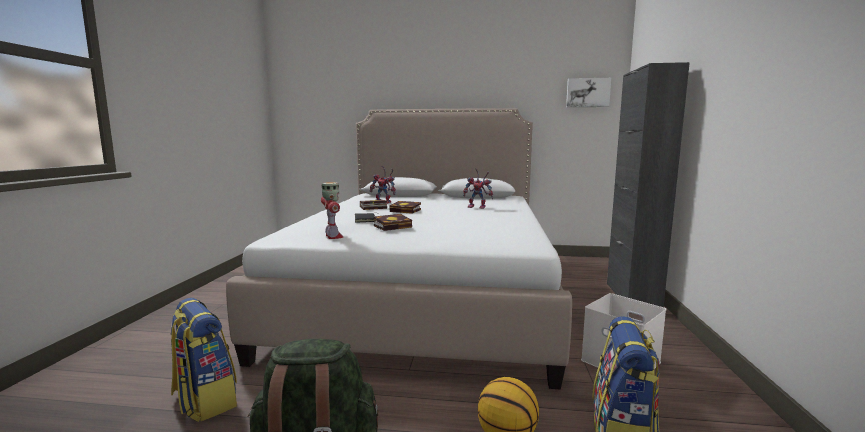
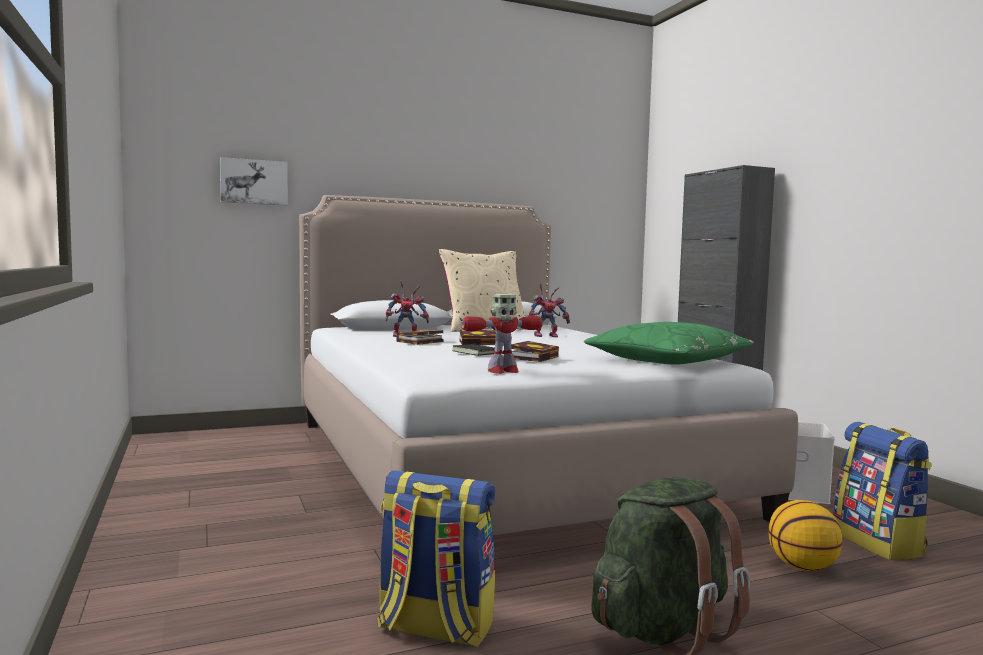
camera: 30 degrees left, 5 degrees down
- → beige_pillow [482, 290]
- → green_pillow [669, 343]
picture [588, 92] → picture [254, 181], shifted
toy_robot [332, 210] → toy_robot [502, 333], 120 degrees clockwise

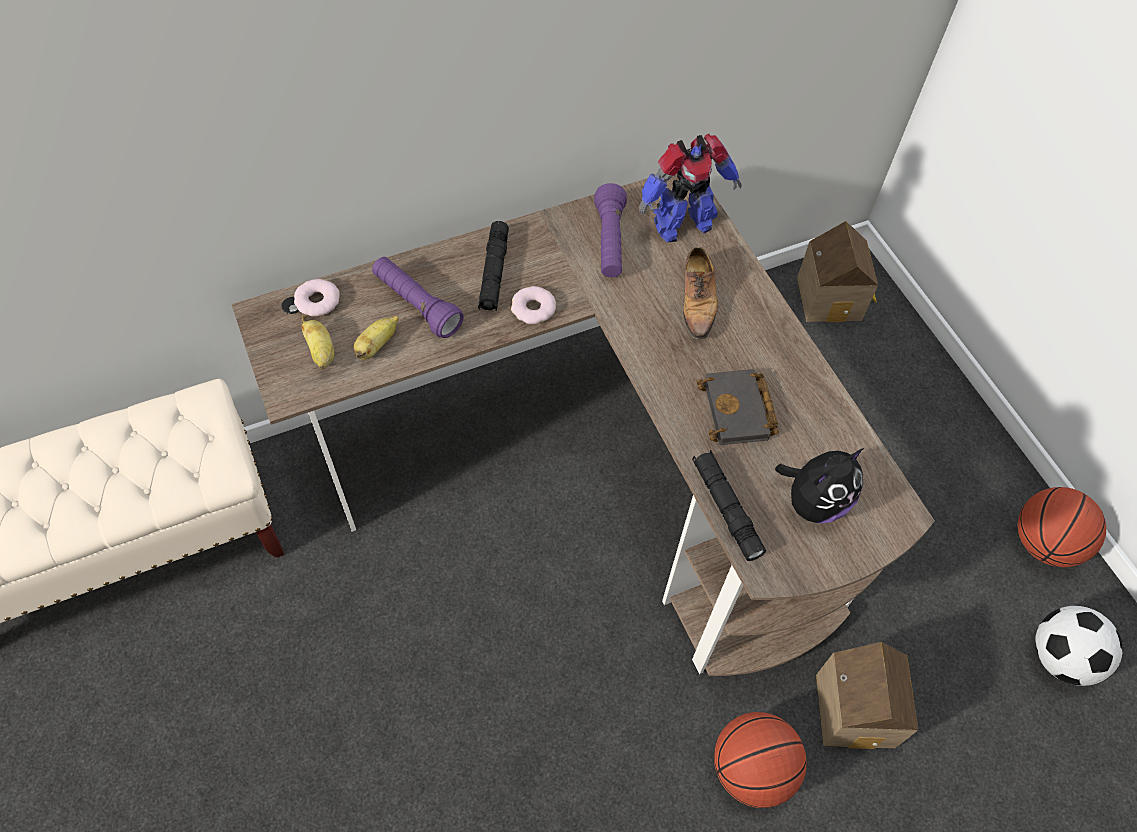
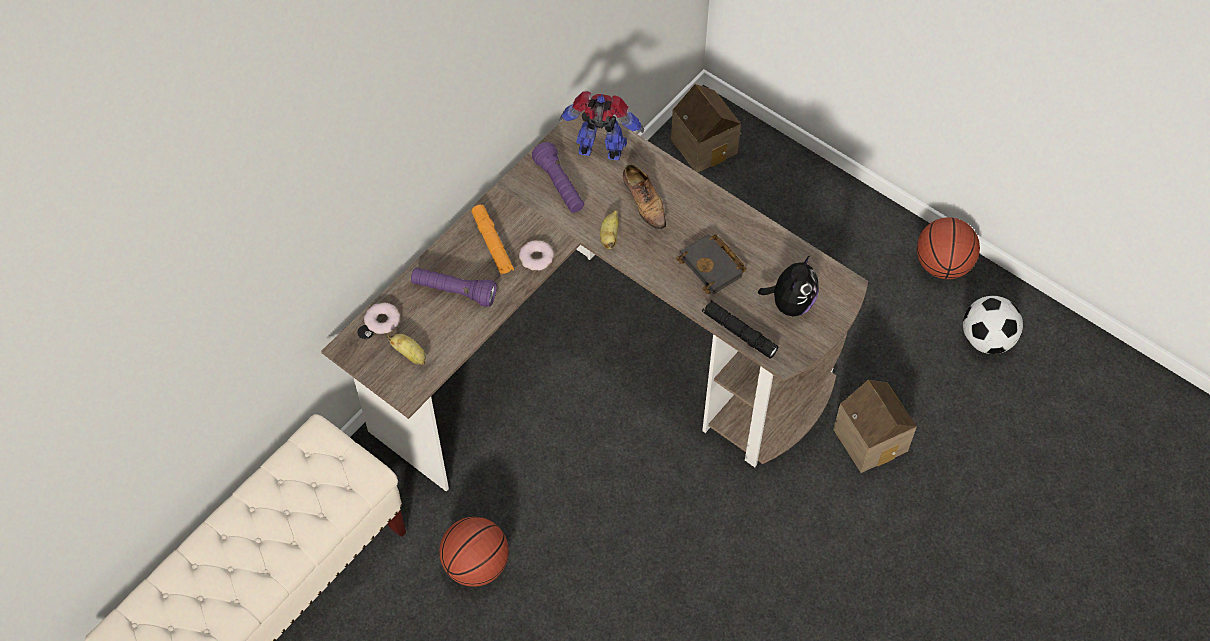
camera: 25 degrees left, 0 degrees up
banana [376, 338] → banana [609, 229], shifted
basketball [760, 760] → basketball [474, 552], shifted
black_flashlight [493, 265] → orange_flashlight [492, 240]
toy_robot [690, 188] → toy_robot [602, 125], 120 degrees counterclockwise

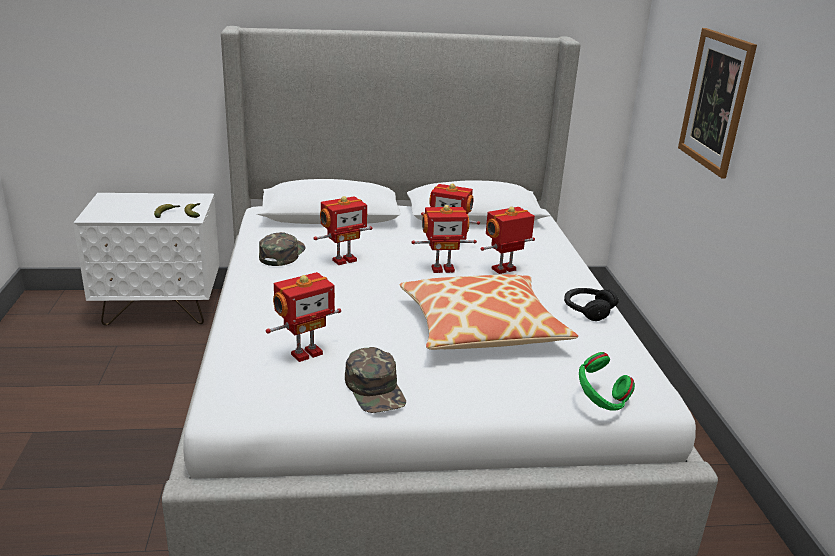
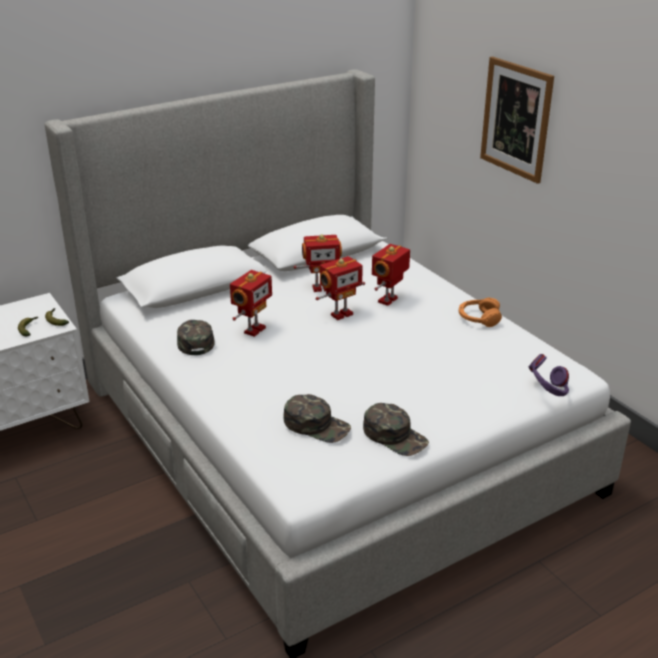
camera: 25 degrees left, 5 degrees up
pillow [489, 312] → -
toy_robot [303, 317] → green_cap [317, 418]
black_headphones [591, 304] → orange_headphones [480, 312]
green_headphones [607, 381] → purple_headphones [549, 375]

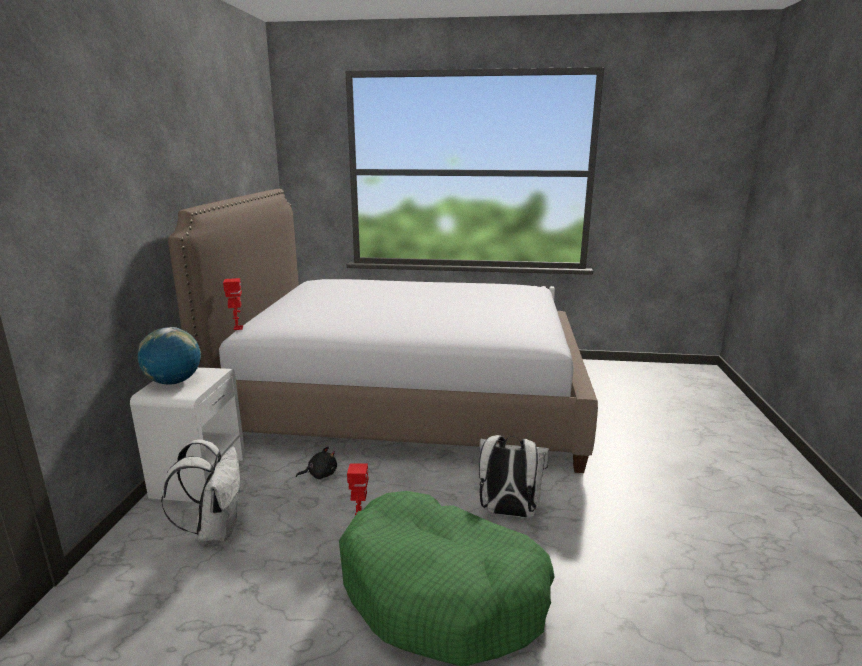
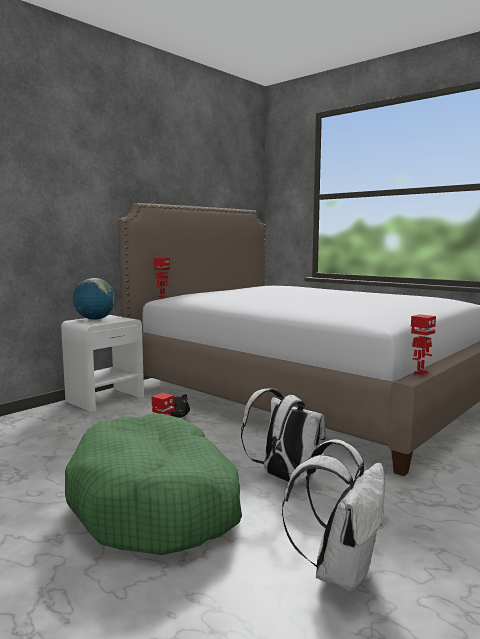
camera: 35 degrees right, 10 degrees down
- → toy_robot [423, 344]
white_backpack [201, 490] → white_backpack [333, 515], shifted

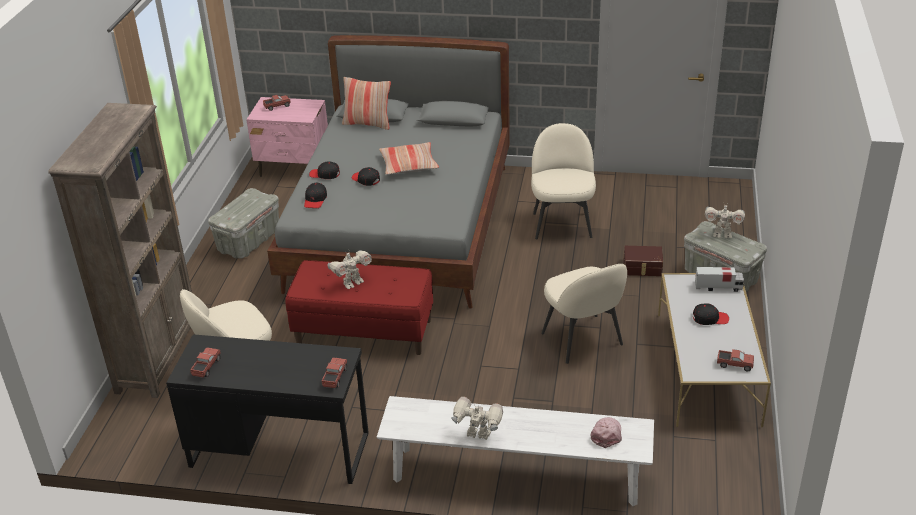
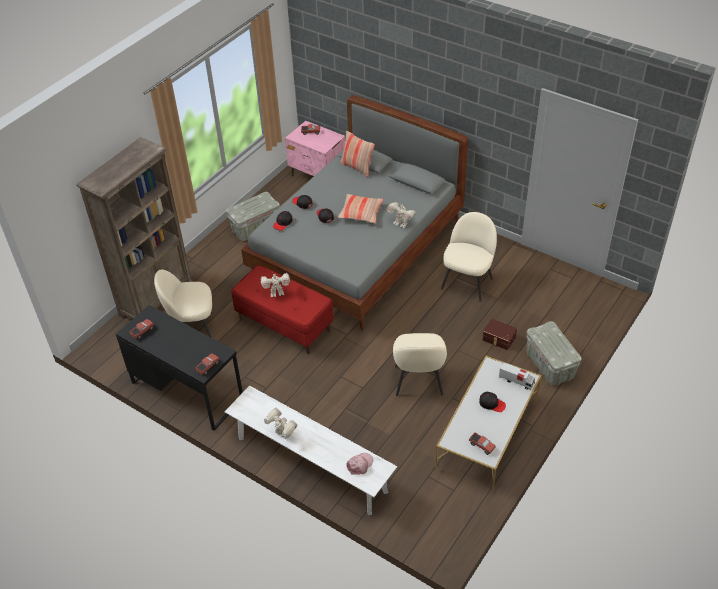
camera: 25 degrees right, 10 degrees up
toy_robot [725, 221] → toy_robot [401, 215], shifted

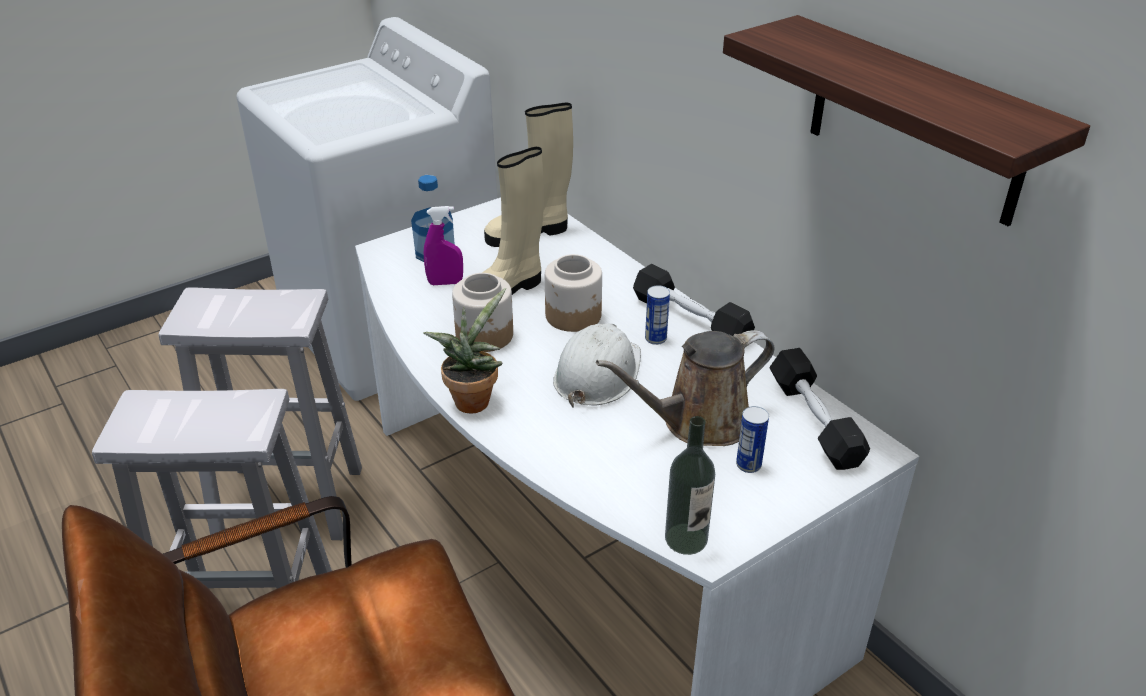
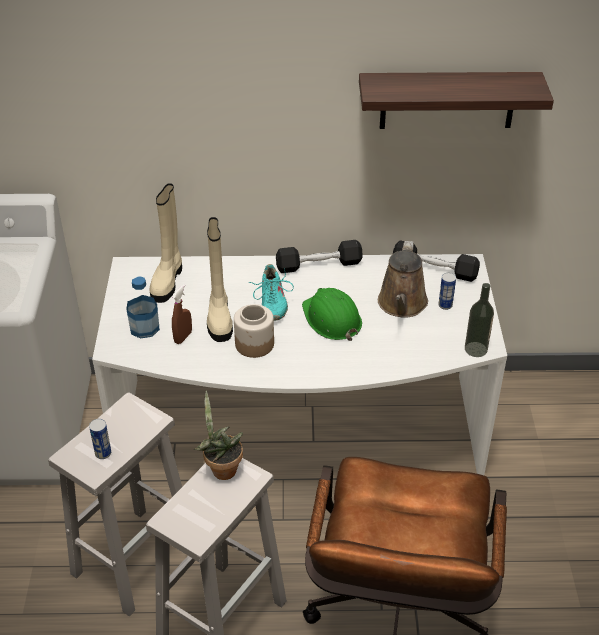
camera: 55 degrees left, 5 degrees up
potted_plant [464, 351] → potted_plant [218, 435], shifted
can [657, 315] → can [100, 439], shifted
jar [573, 293] → turquoise_shoe [271, 292]
purple_spray_bottle [443, 245] → brown_spray_bottle [182, 314]
white_hard_hat [597, 366] → green_hard_hat [332, 314]

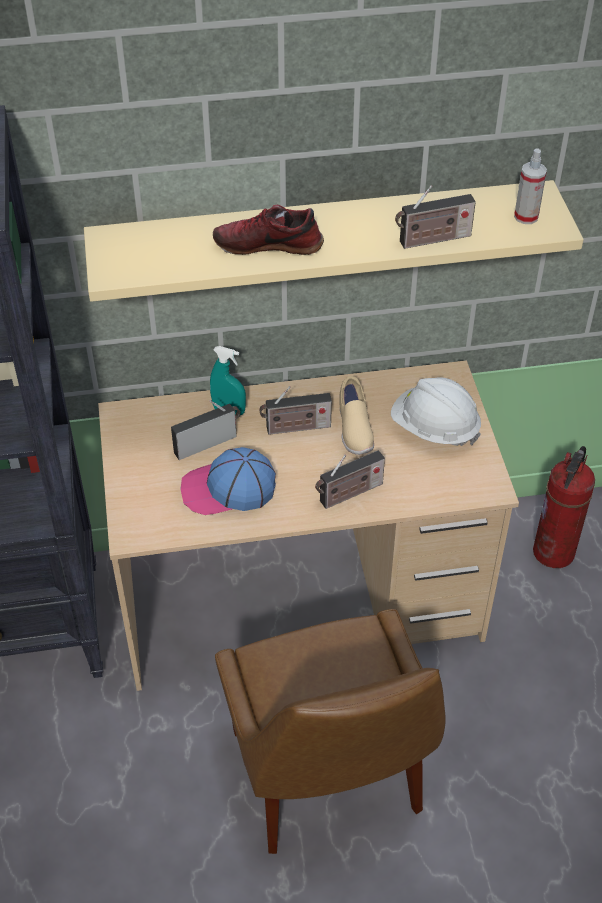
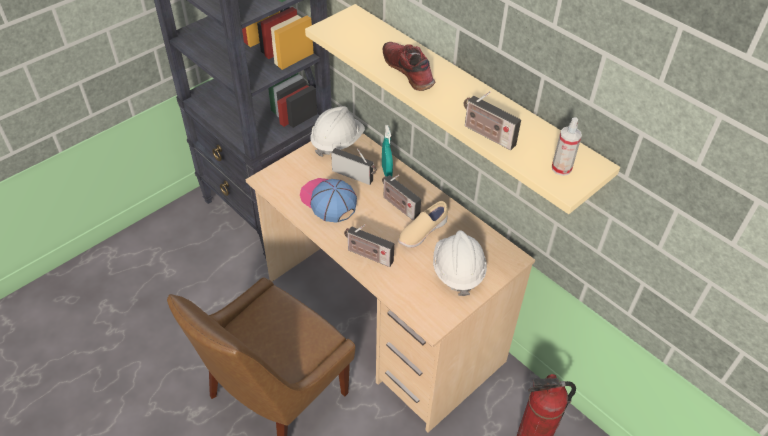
camera: 55 degrees right, 0 degrees up
- → white_hard_hat [337, 131]

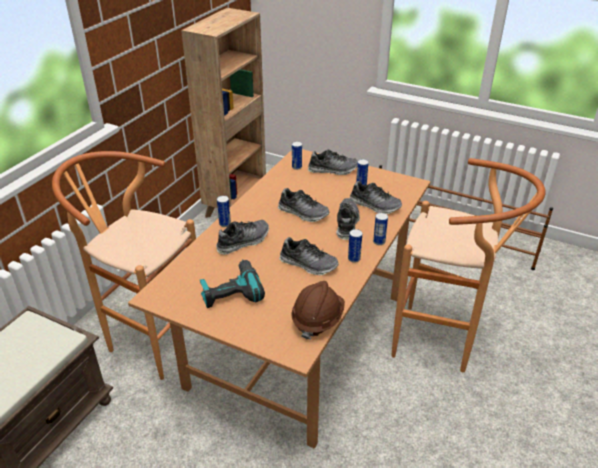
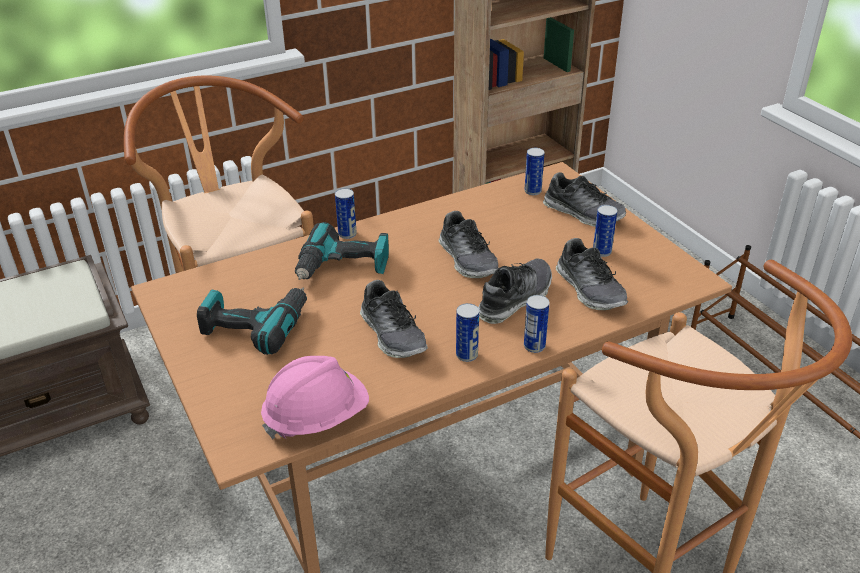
camera: 35 degrees right, 0 degrees up
shoe [242, 237] → power_drill [342, 251]
brown_hard_hat [318, 310] → pink_hard_hat [315, 397]

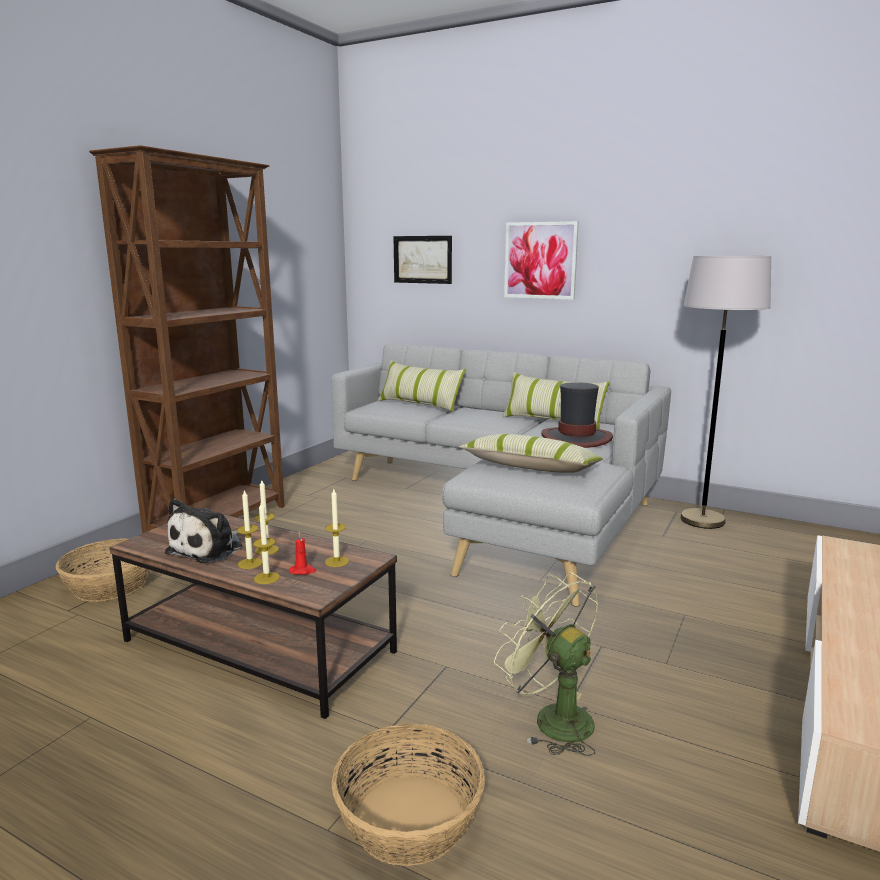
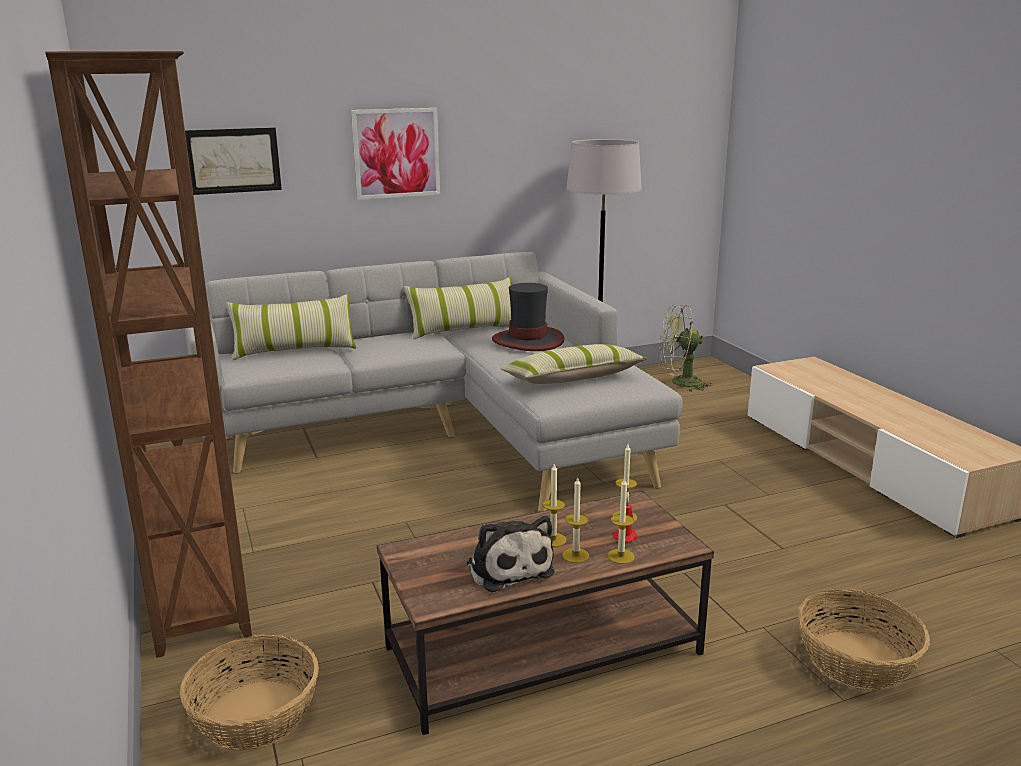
camera: 50 degrees left, 5 degrees up
green_fan [546, 664] → green_fan [686, 348], shifted

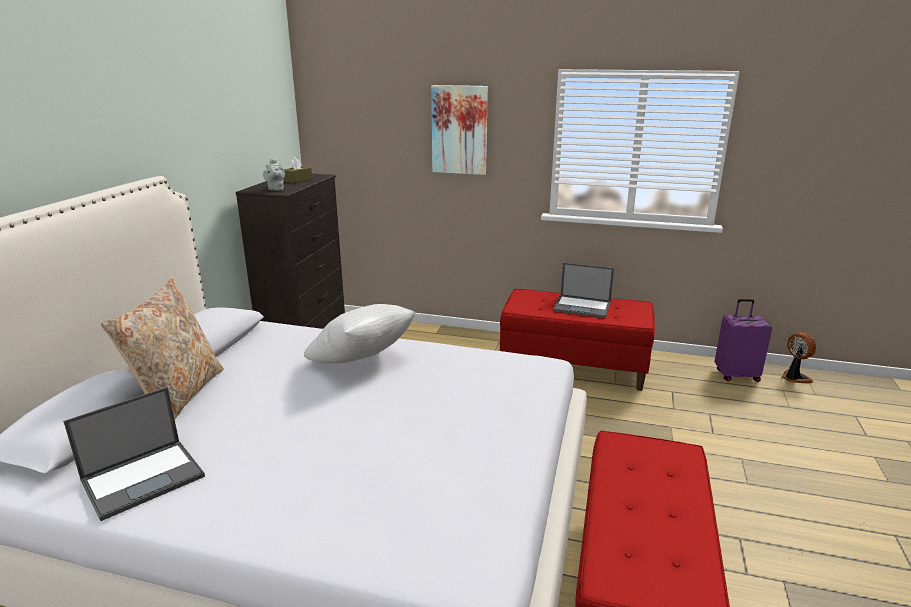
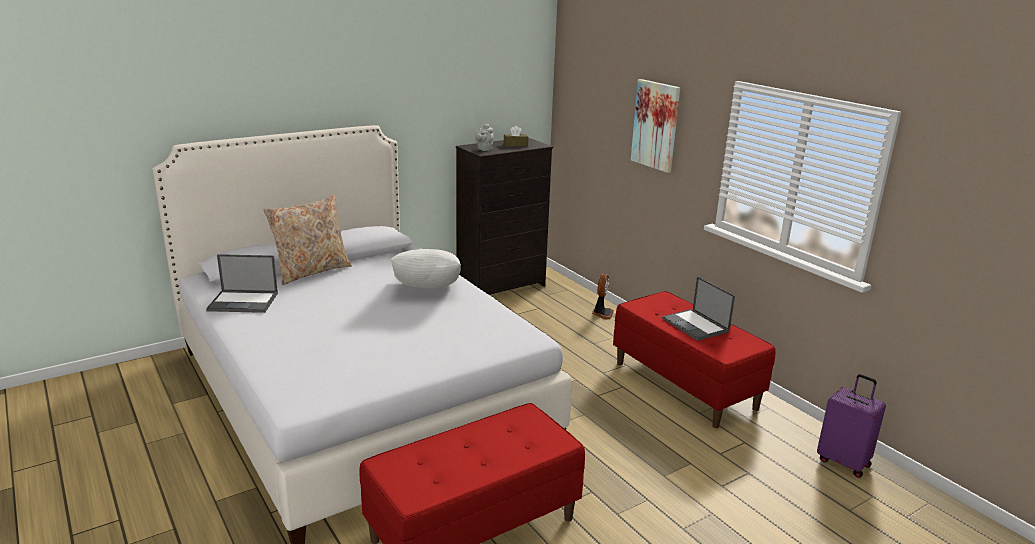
camera: 40 degrees right, 0 degrees up
fan [799, 358] → fan [603, 297], shifted

